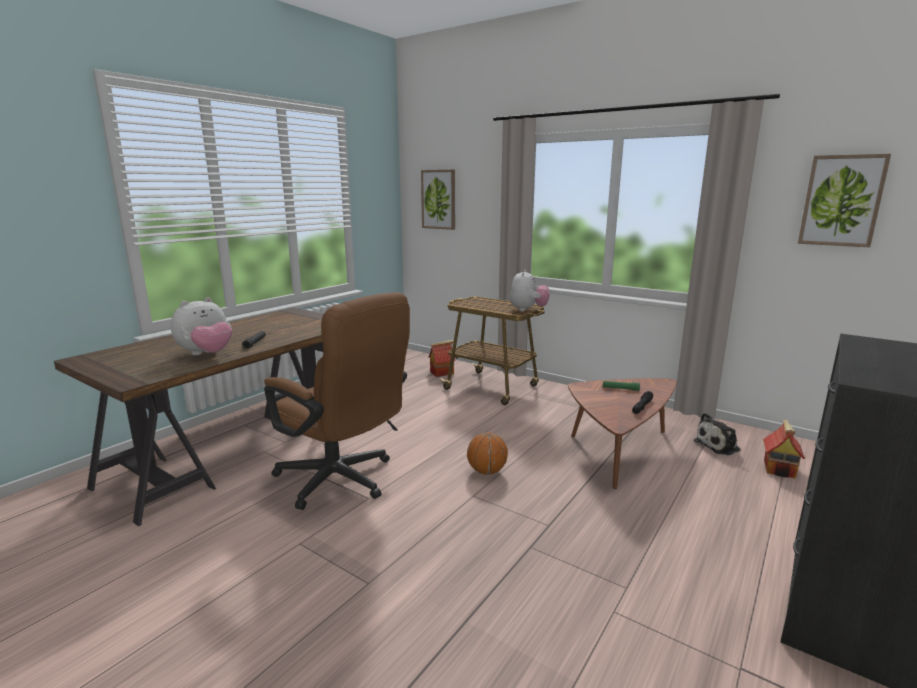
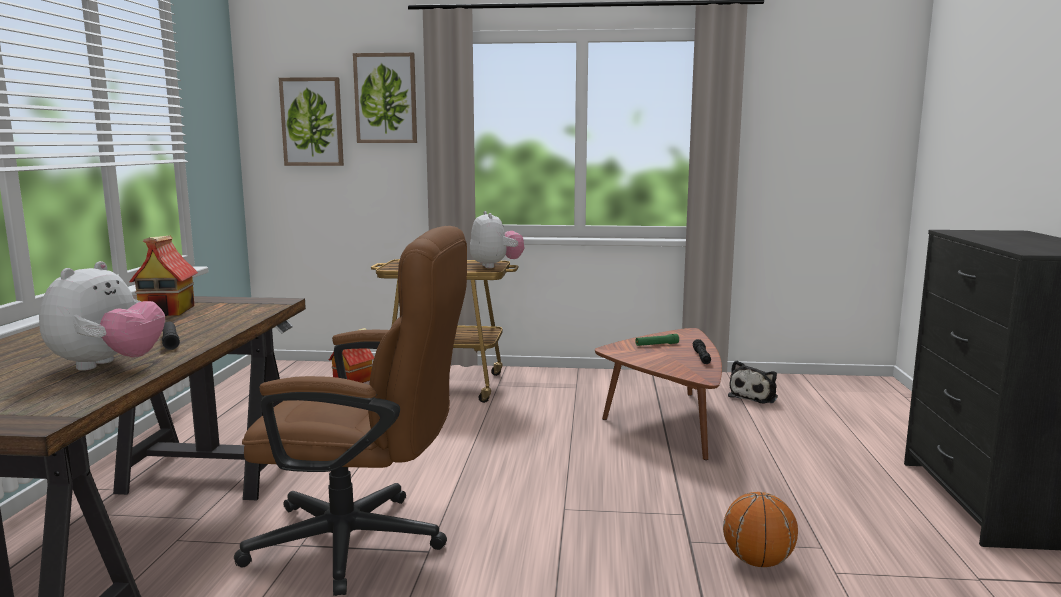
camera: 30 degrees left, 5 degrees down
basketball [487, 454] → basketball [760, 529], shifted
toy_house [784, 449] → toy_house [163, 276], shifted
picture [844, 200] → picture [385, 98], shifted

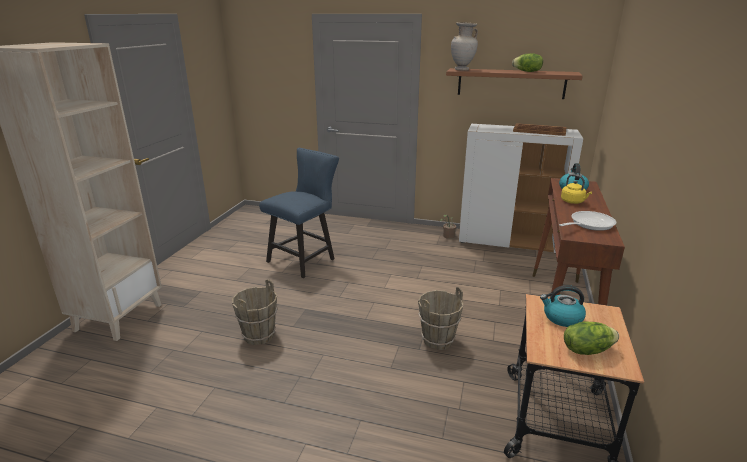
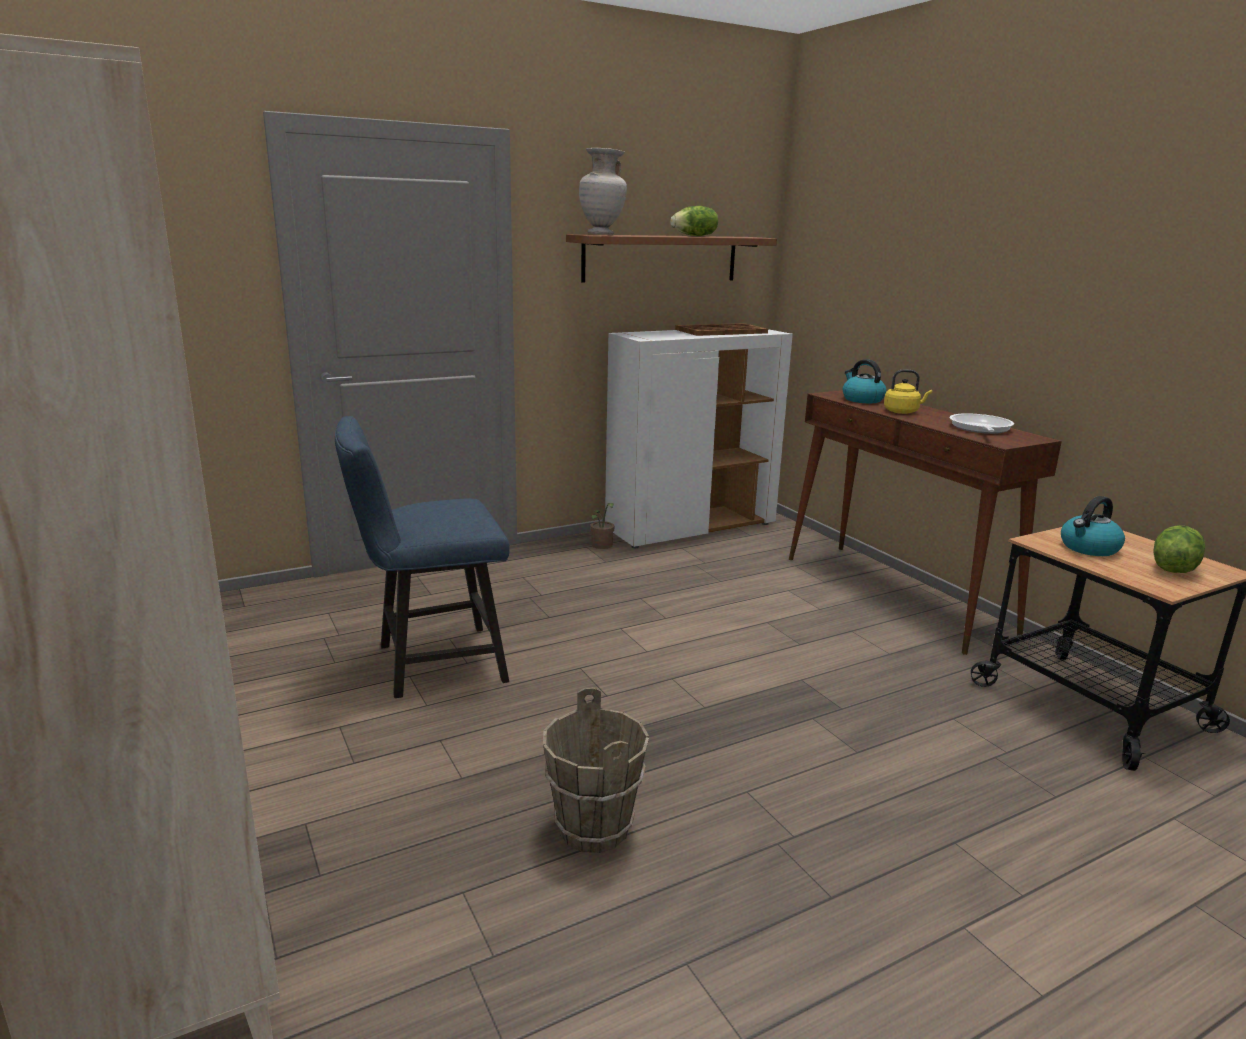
camera: 45 degrees left, 5 degrees down
brown_bucket [441, 318] → -
blue_chair [299, 213] → blue_chair [422, 557], 105 degrees counterclockwise

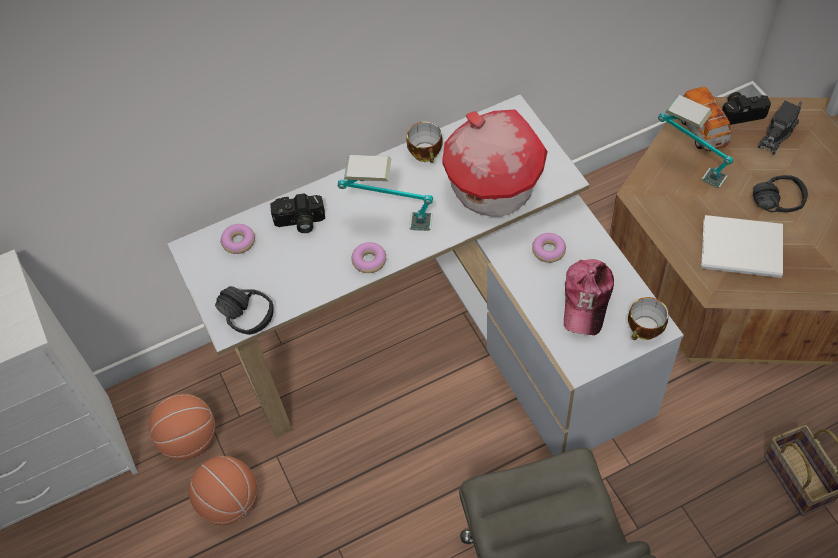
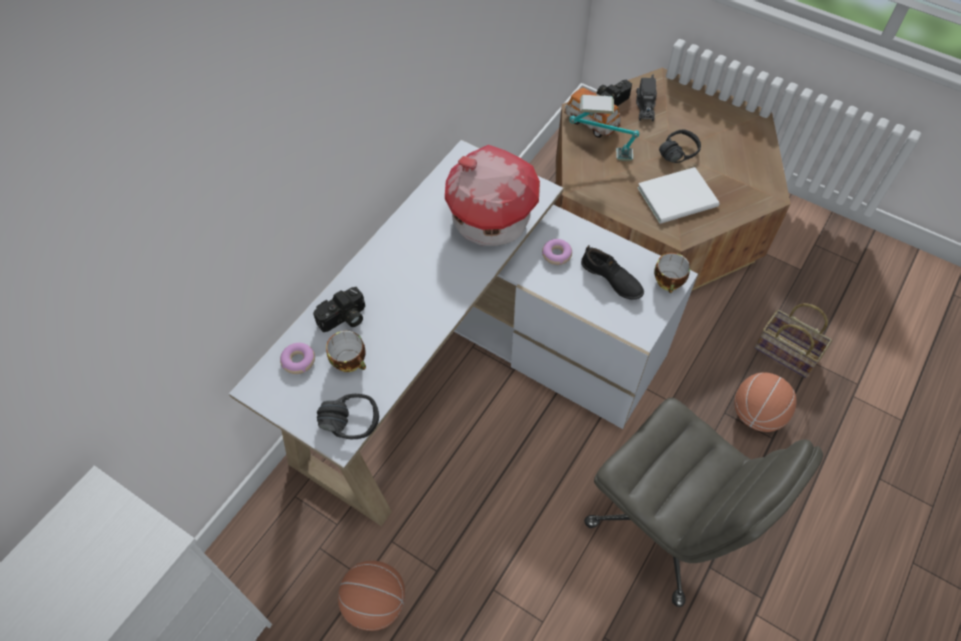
camera: 35 degrees left, 0 degrees up
table_lamp [385, 193] → -
donut [369, 257] → -
basketball [182, 427] → basketball [765, 402], shifted
cup [424, 142] → cup [346, 351], shifted
cap [589, 297] → black_shoe [612, 272]

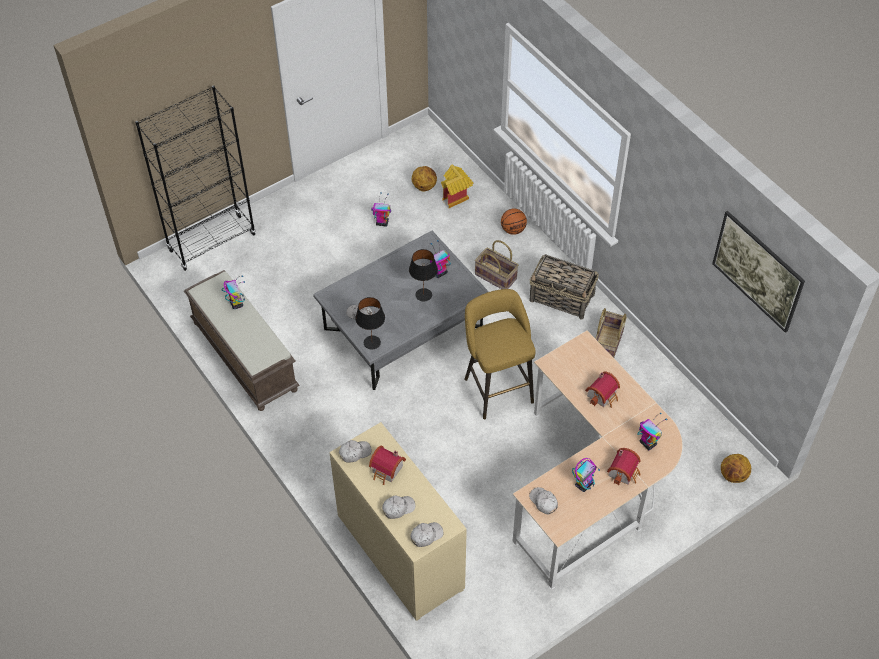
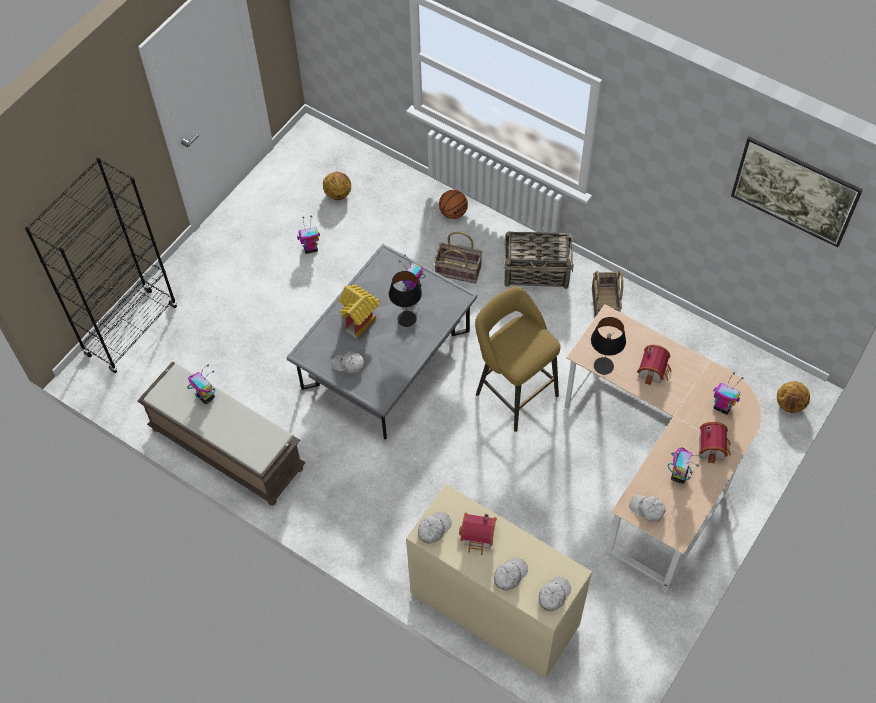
camera: 20 degrees left, 5 degrees up
black_table_lamp [370, 323] → black_table_lamp [608, 346], shifted
toy_house [457, 186] → toy_house [359, 311], shifted

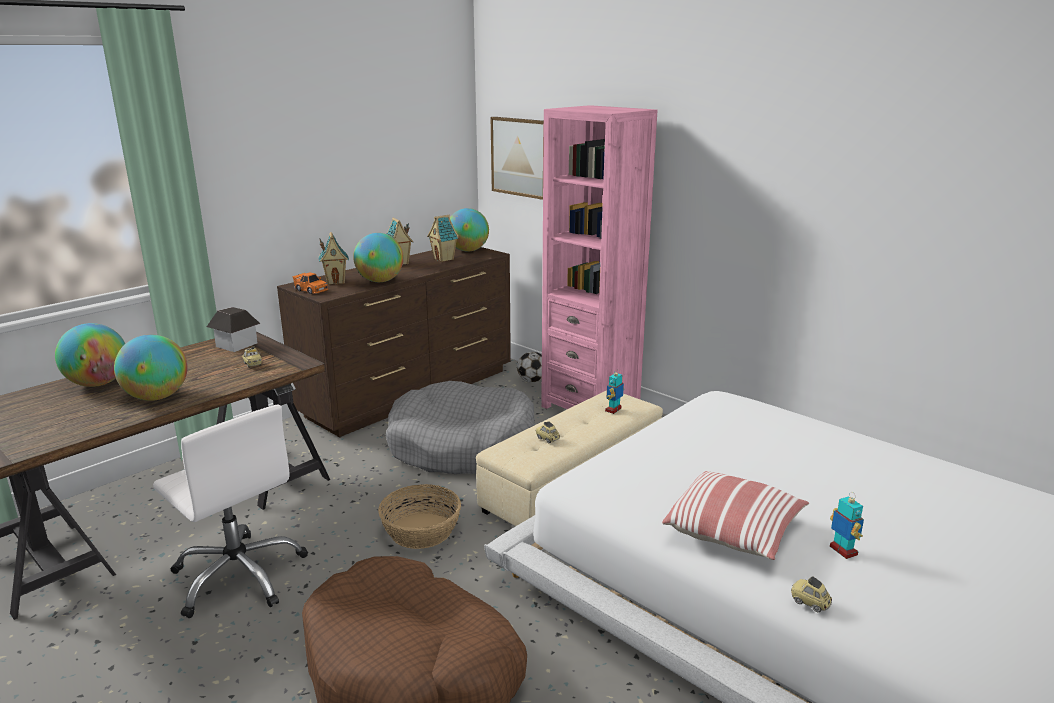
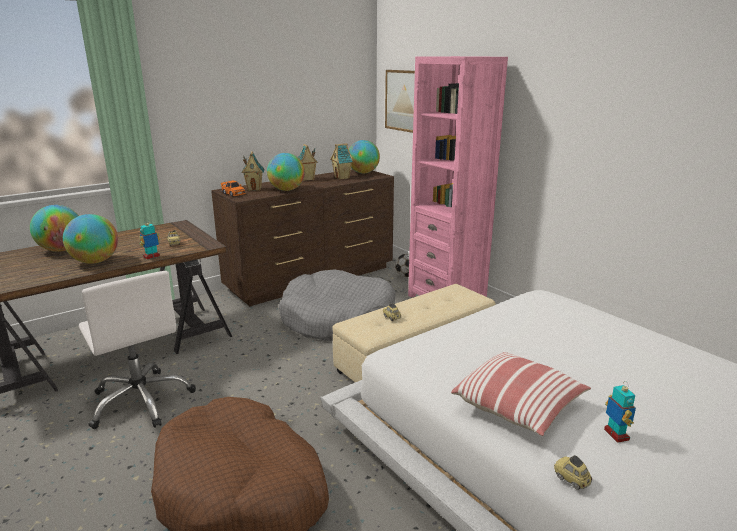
camera: 10 degrees right, 0 degrees up
toy_house [233, 329] → -
basket [419, 516] → -
toy_robot [614, 391] → toy_robot [149, 239], shifted

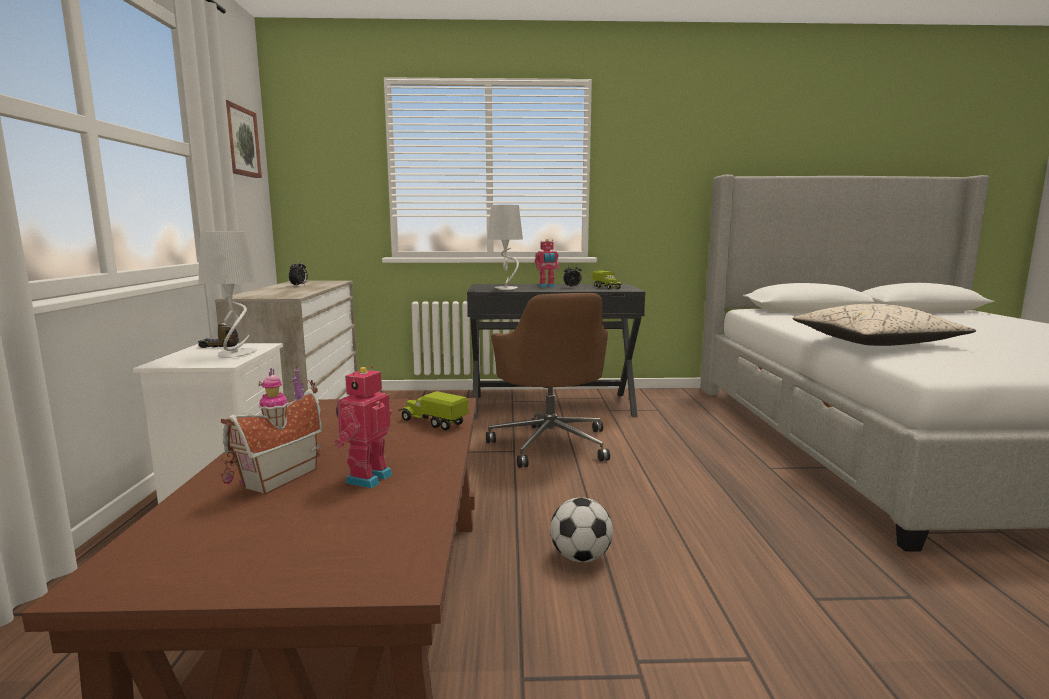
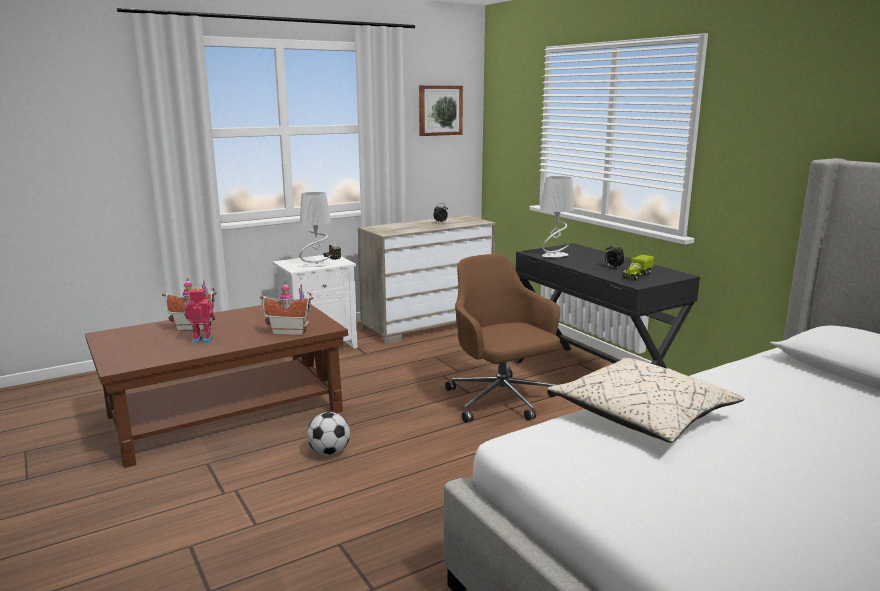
camera: 60 degrees right, 5 degrees up
toy_robot [547, 263] → -
toy_truck [433, 410] → toy_house [286, 308]
brown_office_chair [548, 380] → brown_office_chair [502, 338], 105 degrees clockwise

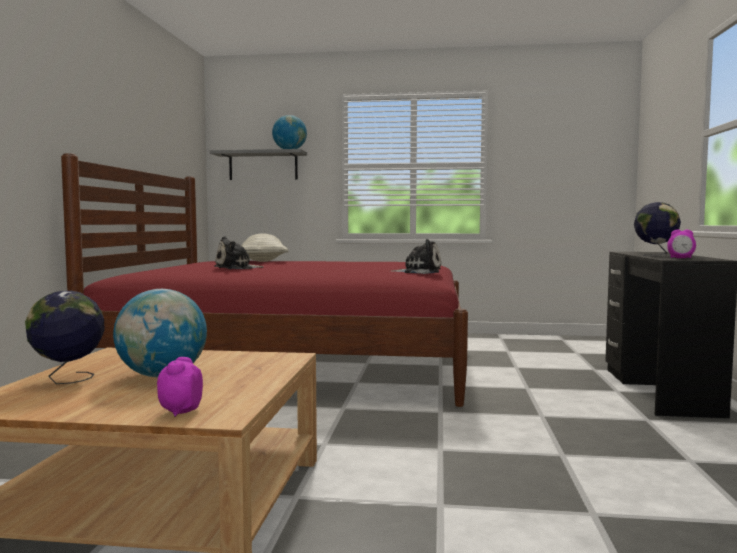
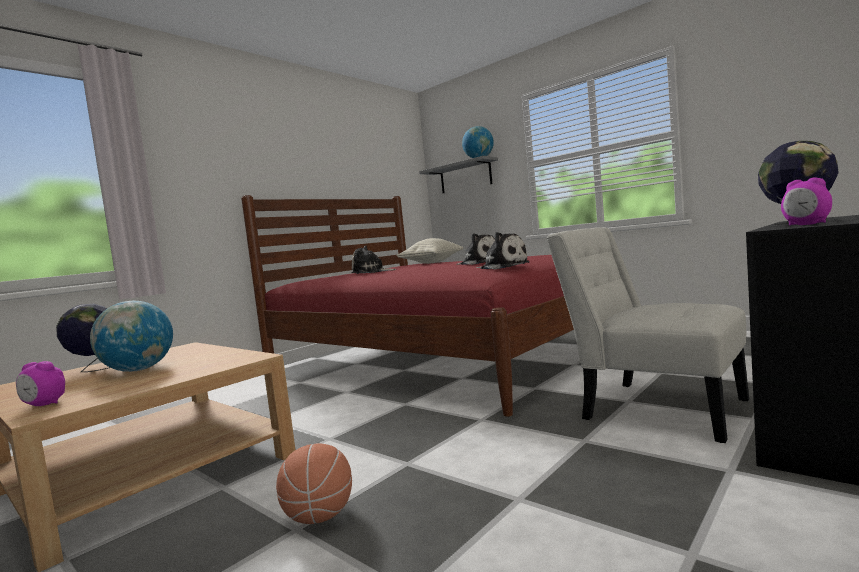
camera: 35 degrees right, 0 degrees up
- → basketball [314, 483]
- → plush_toy [475, 249]
- → white_chair [648, 335]
alarm_clock [180, 387] → alarm_clock [40, 383], 120 degrees counterclockwise

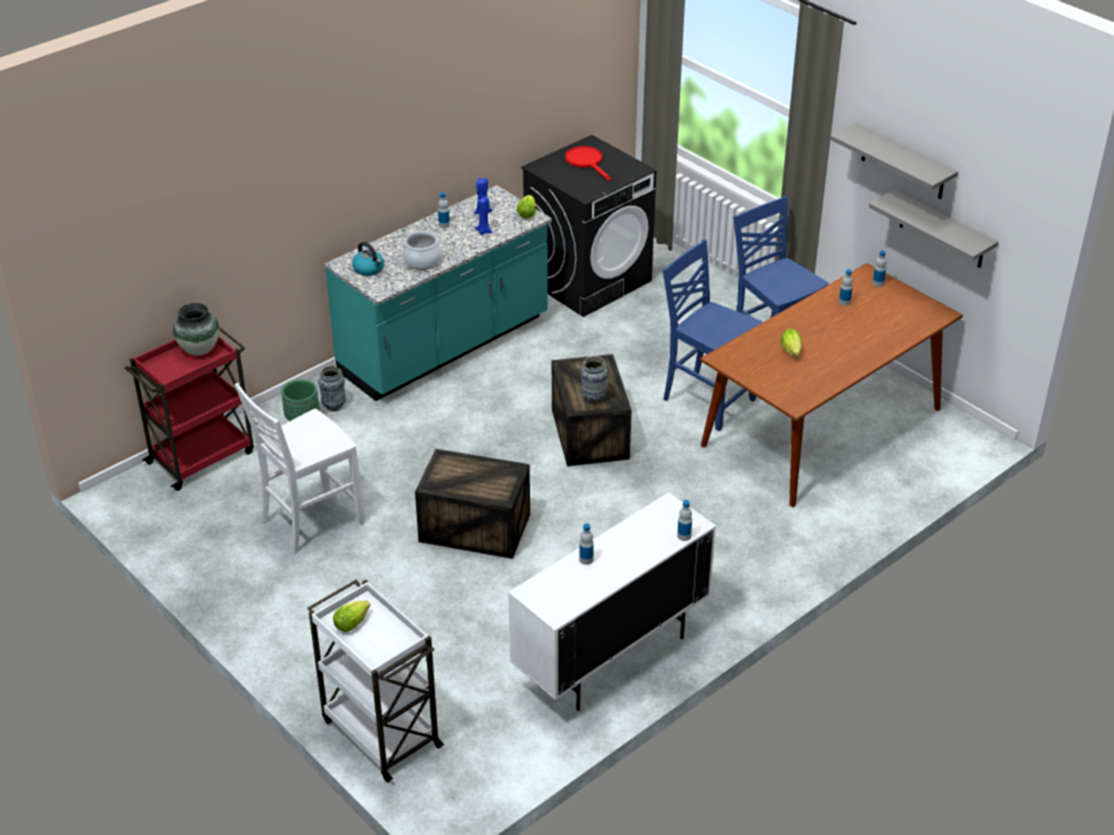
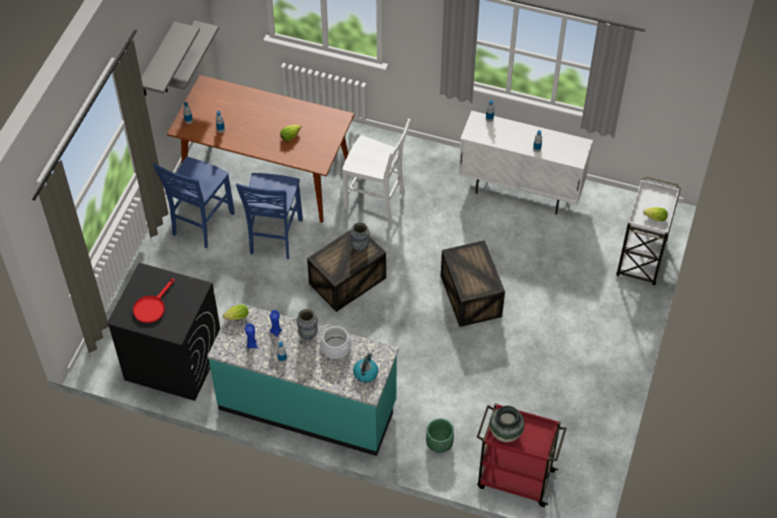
camera: 120 degrees left, 15 degrees up
white_chair [300, 468] → white_chair [376, 170], shifted
vase [332, 388] → vase [307, 324], shifted

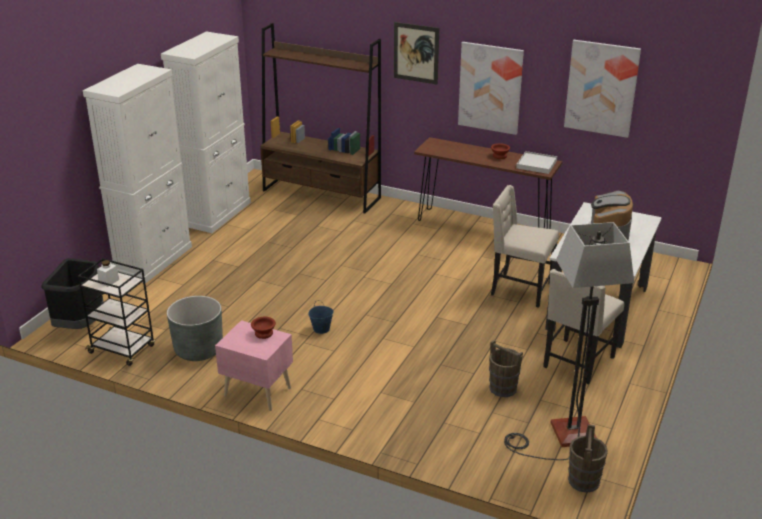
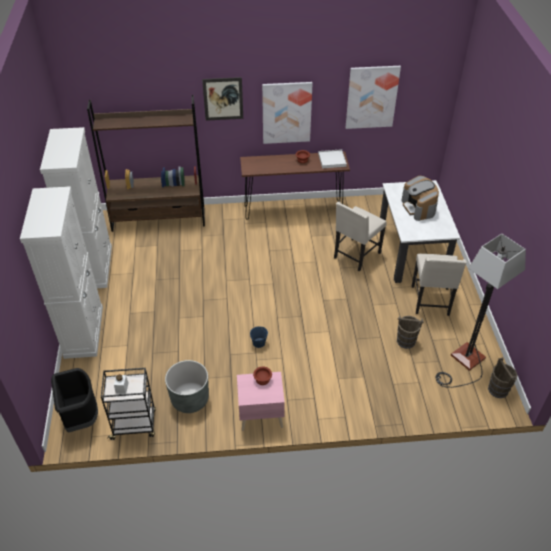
camera: 30 degrees left, 15 degrees up
beige_chair [525, 246] → beige_chair [360, 237], 45 degrees counterclockwise

